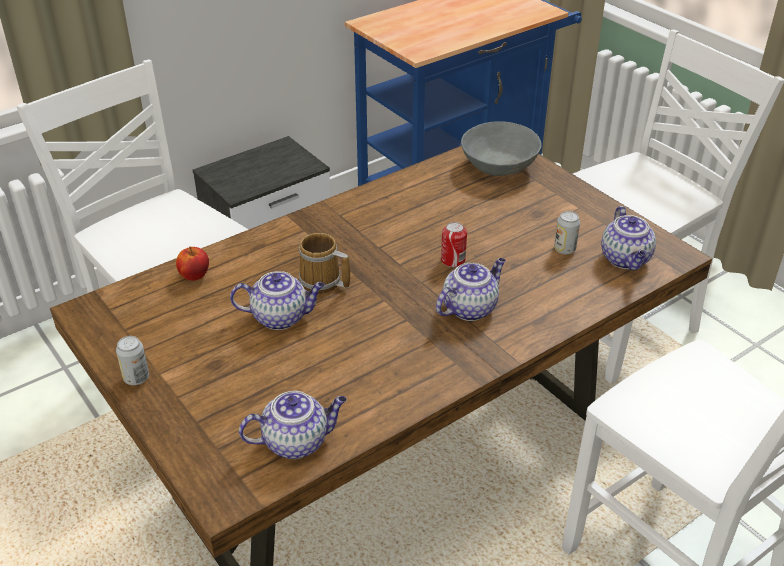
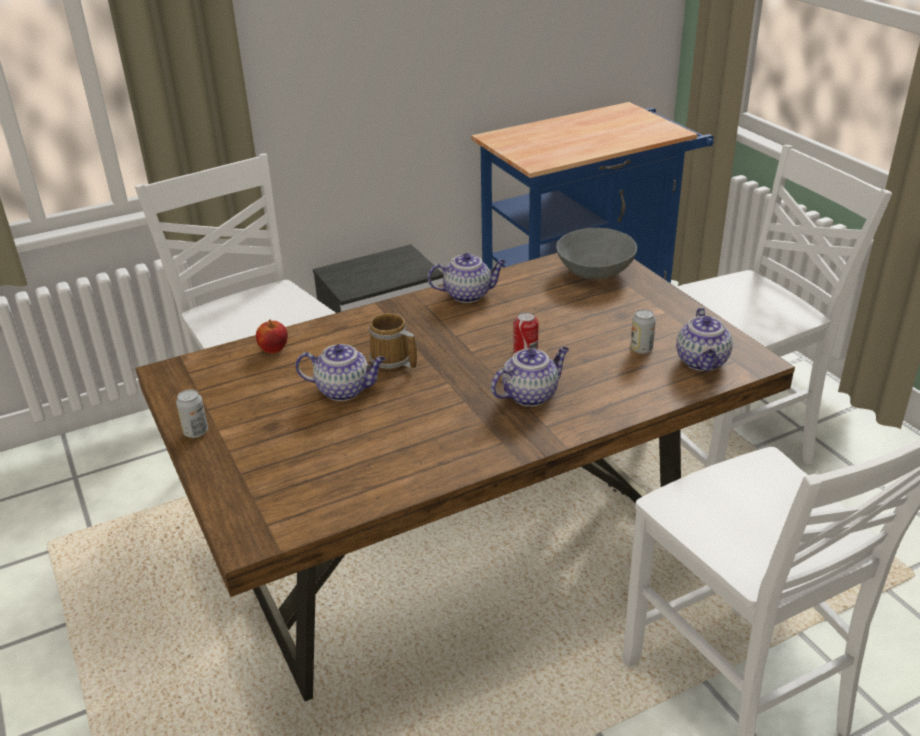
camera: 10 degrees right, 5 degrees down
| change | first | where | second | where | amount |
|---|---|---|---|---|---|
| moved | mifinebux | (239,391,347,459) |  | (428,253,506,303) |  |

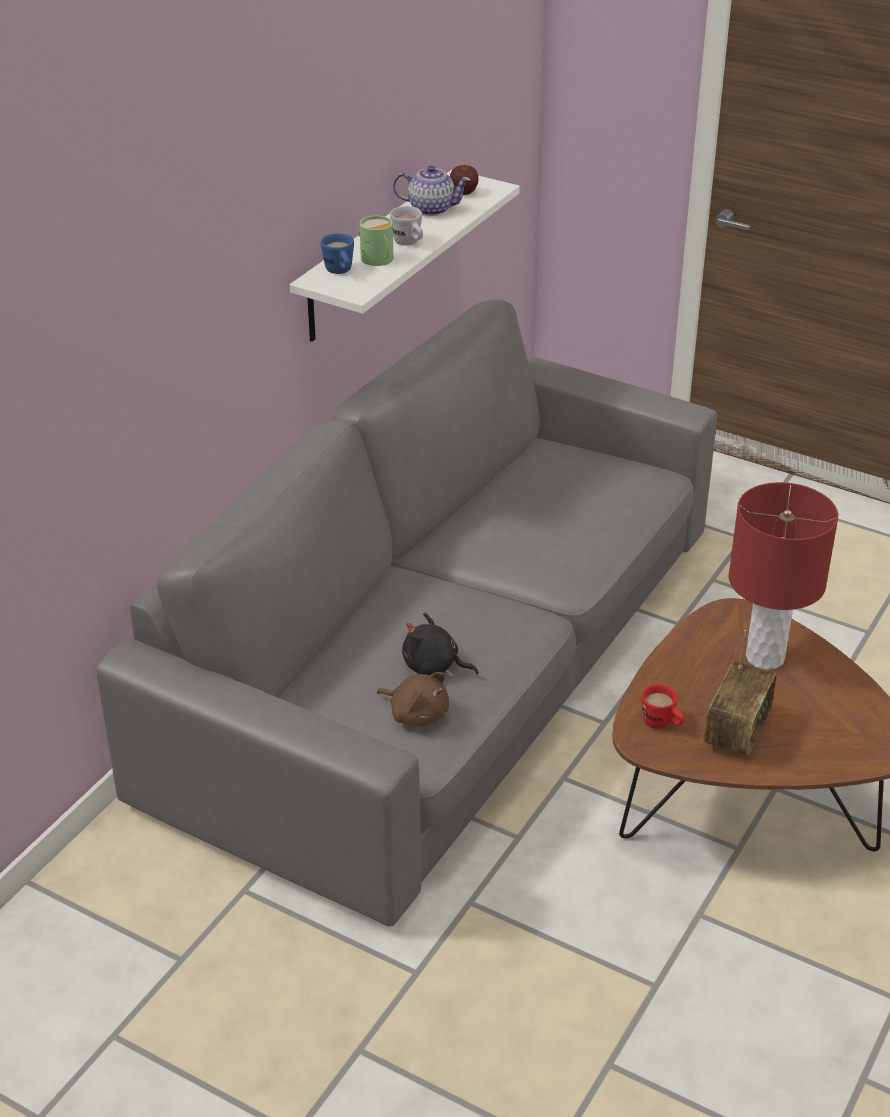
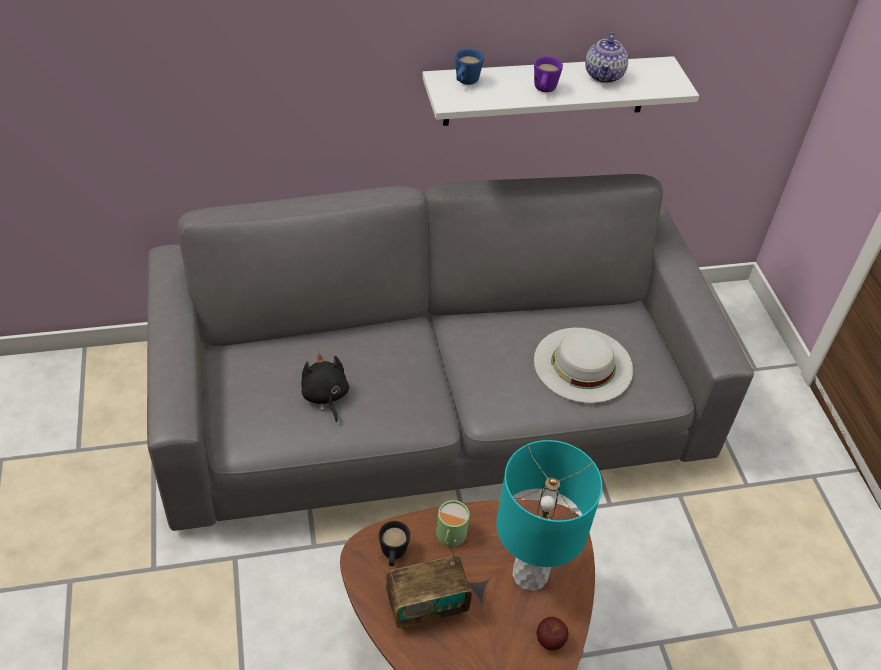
camera: 45 degrees right, 10 degrees up
| change | first | where | second | where | amount |
|---|---|---|---|---|---|
| recoloured | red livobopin | (641,684,685,729) | black livobopin | (379,521,410,566) |  |
| moved | green livobopin | (359,216,393,266) |  | (436,500,469,547) |  |
| recoloured | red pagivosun | (729,482,838,670) | turquoise pagivosun | (496,440,602,591) |  |
| recoloured | white livobopin | (390,206,423,245) | purple livobopin | (534,56,563,92) |  |
| added |  |  | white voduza | (534,328,633,403) |  |
| moved | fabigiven | (450,165,479,195) |  | (536,617,569,651) |  |
| turned | mifinebux | (393,165,471,216) |  | (585,32,628,83) | 45 degrees clockwise |
| removed | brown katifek | (377,672,449,726) |  |  |  |

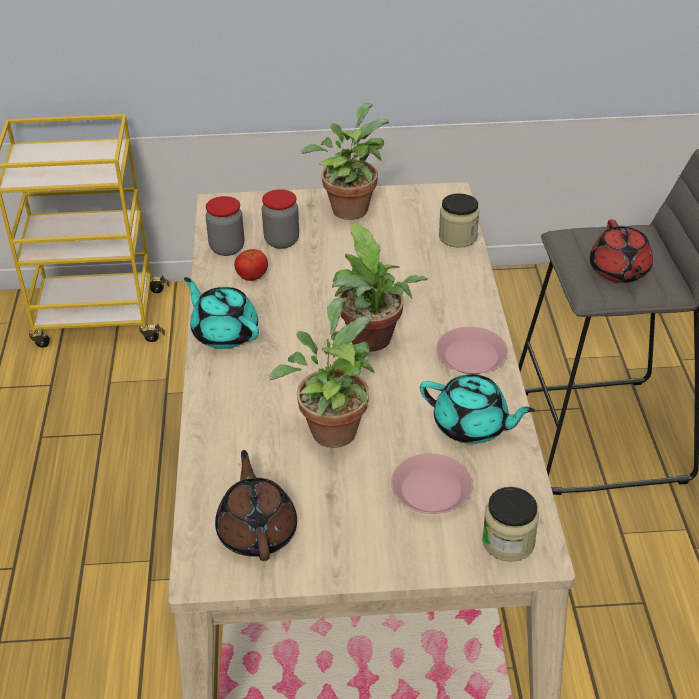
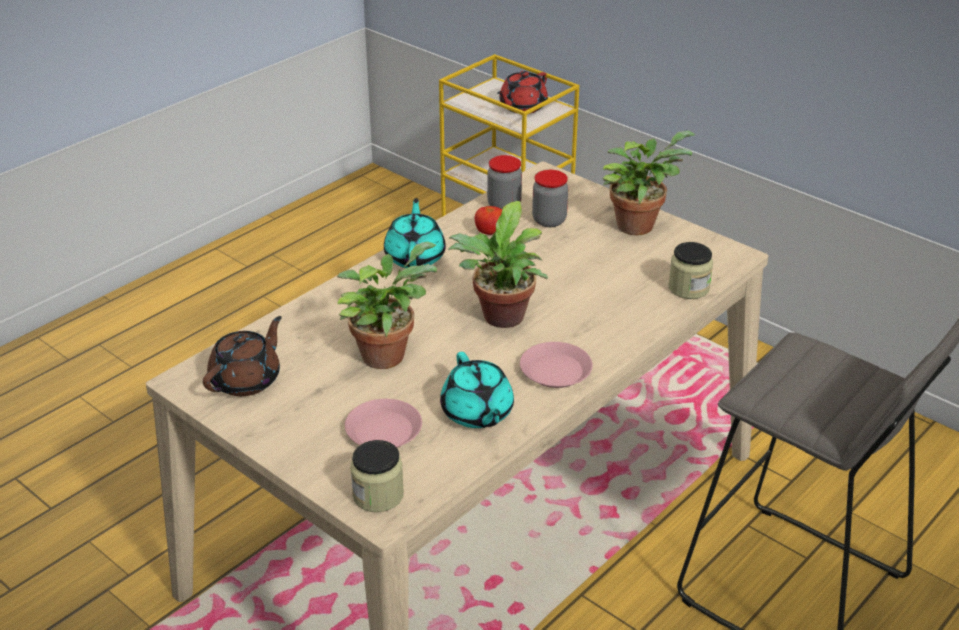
camera: 45 degrees right, 5 degrees down
| change | first | where | second | where | amount |
|---|---|---|---|---|---|
| moved | red mifinebux | (590,219,653,283) |  | (497,71,548,113) |  |

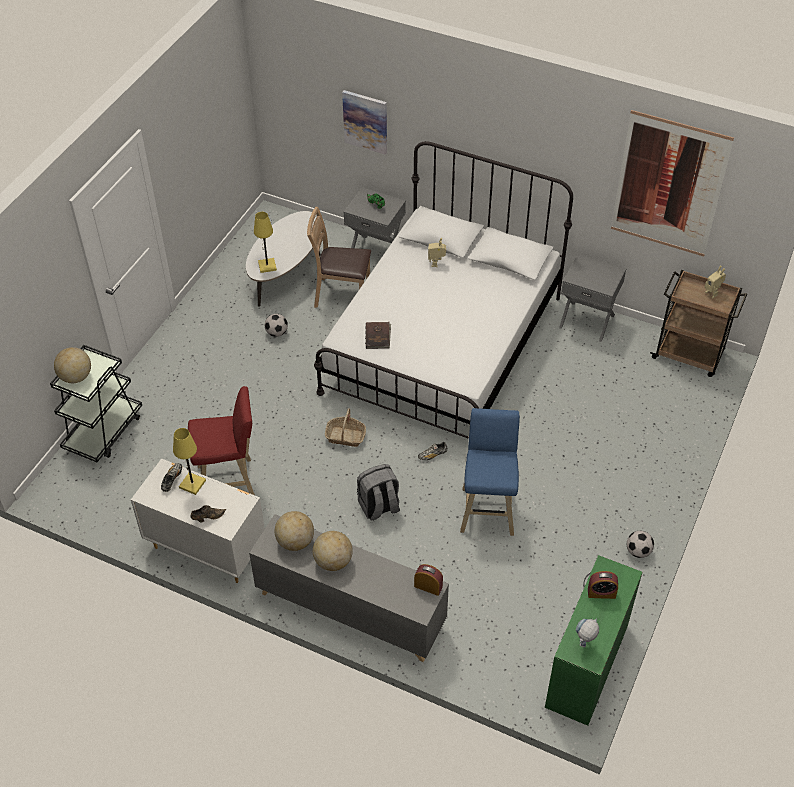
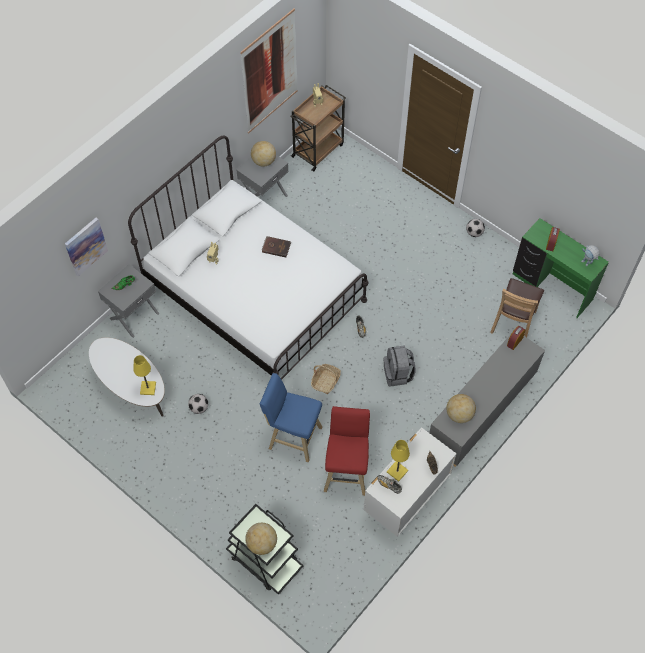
camera: 75 degrees left, 10 degrees up
| change | first | where | second | where | amount |
|---|---|---|---|---|---|
| moved | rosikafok | (313,531,353,571) |  | (251,141,276,167) |  |
| moved | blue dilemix | (460,408,520,536) |  | (260,373,322,463) |  |
| moved | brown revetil | (365,322,391,349) |  | (262,236,291,257) |  |
| moved | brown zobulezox | (307,207,371,308) |  | (490,278,544,337) |  |

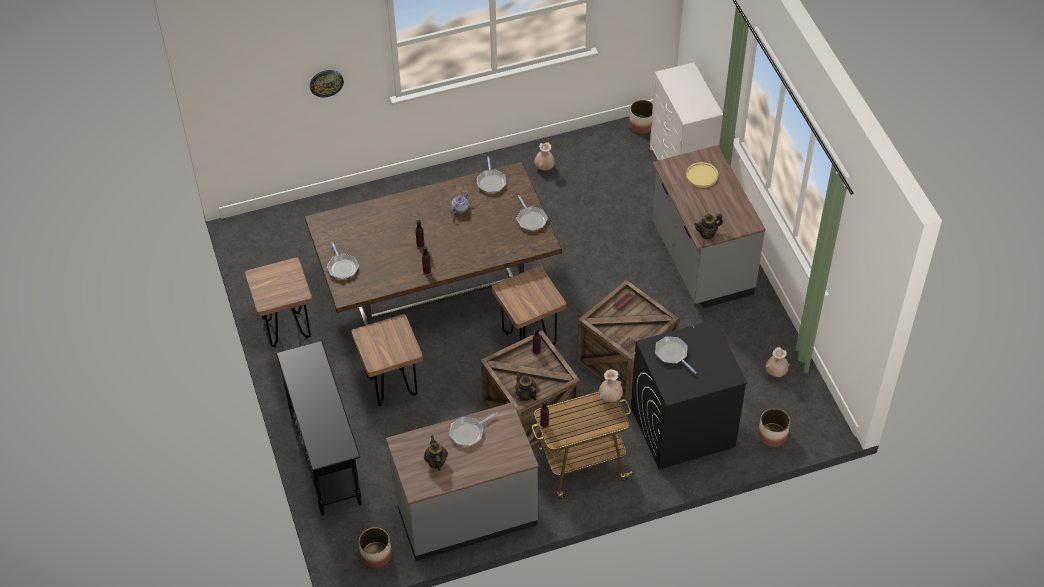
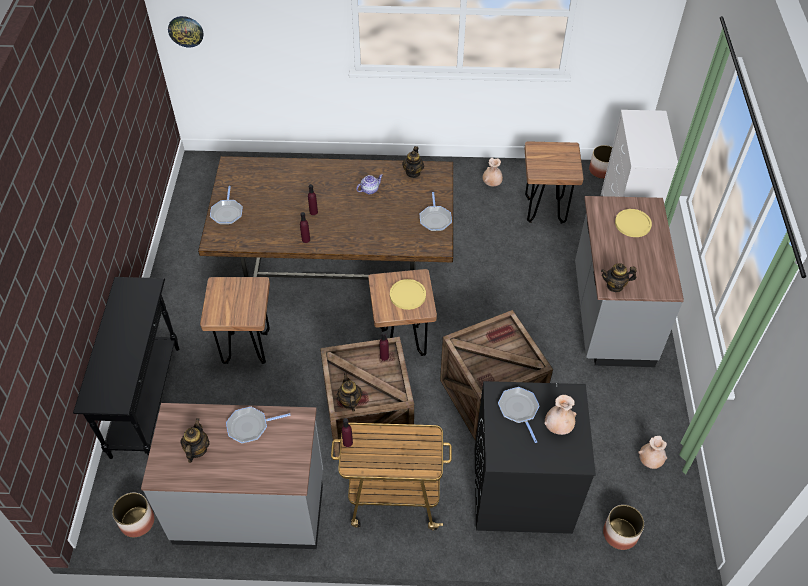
camera: 20 degrees right, 0 degrees up
| change | first | where | second | where | amount |
|---|---|---|---|---|---|
| moved | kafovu | (310,70,344,98) |  | (168,16,204,47) |  |
| added |  |  | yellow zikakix | (390,279,426,310) |  |
| replaced | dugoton | (477,157,506,193) | mifinebux | (402,146,424,178) |  |
| moved | brown dilemix | (245,257,313,347) |  | (524,141,584,224) |  |
| moved | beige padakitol | (599,370,623,402) |  | (544,395,576,435) |  |

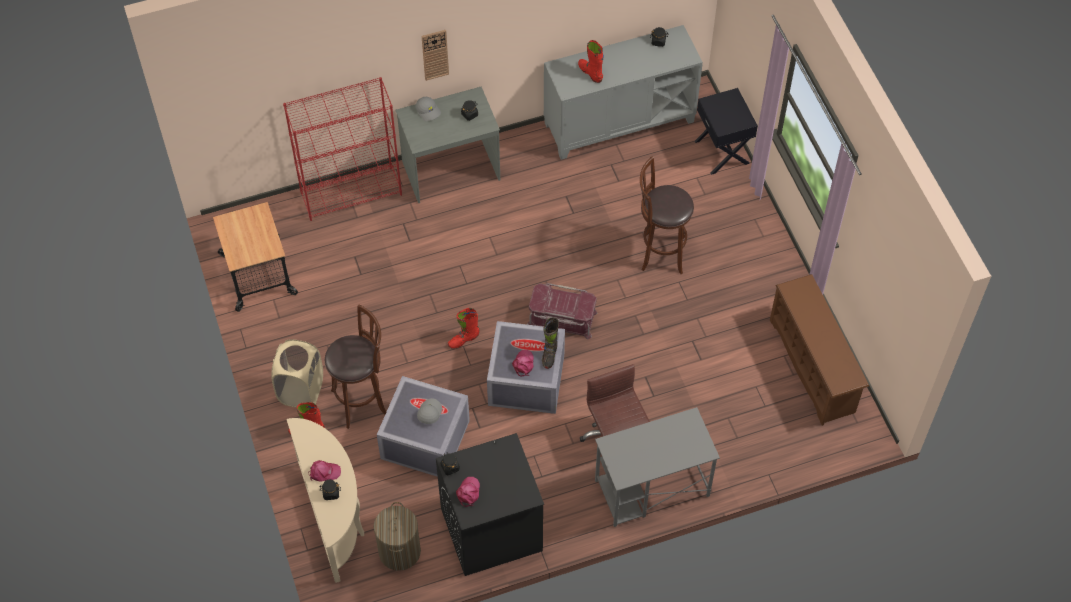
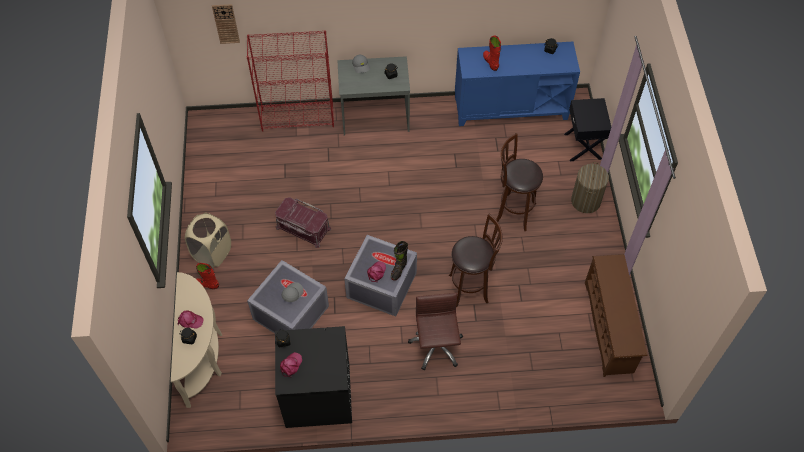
camera: 15 degrees right, 0 degrees up
| change | first | where | second | where | amount |
|---|---|---|---|---|---|
| moved | kafovu | (422,30,449,81) |  | (212,4,240,44) |  |
| moved | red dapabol | (527,283,598,339) |  | (275,197,331,248) |  |
| moved | brown dilemix | (325,304,386,429) |  | (449,214,503,308) |  |
| recoloured | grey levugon | (544,25,703,160) | blue levugon | (455,42,580,126) |  |
| moved | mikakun | (374,502,421,571) |  | (571,162,609,213) |  |
| removed | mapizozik | (213,202,298,312) |  |  |  |
| removed | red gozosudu | (448,308,479,349) |  |  |  |
| removed | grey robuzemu | (595,407,720,527) |  |  |  |

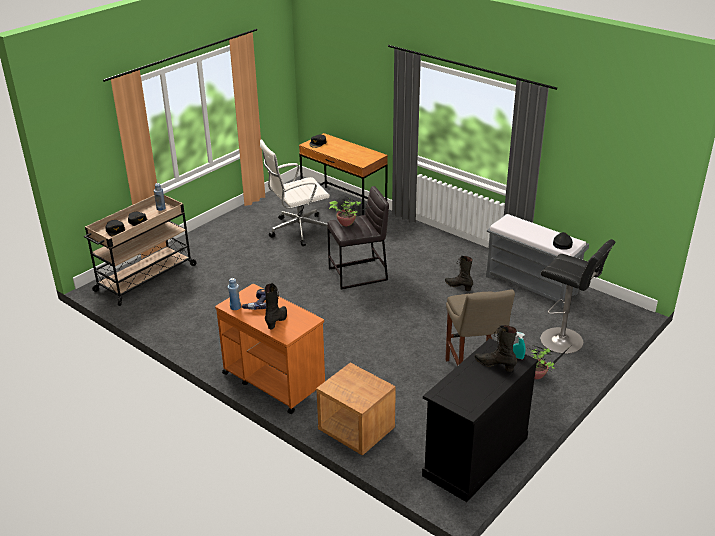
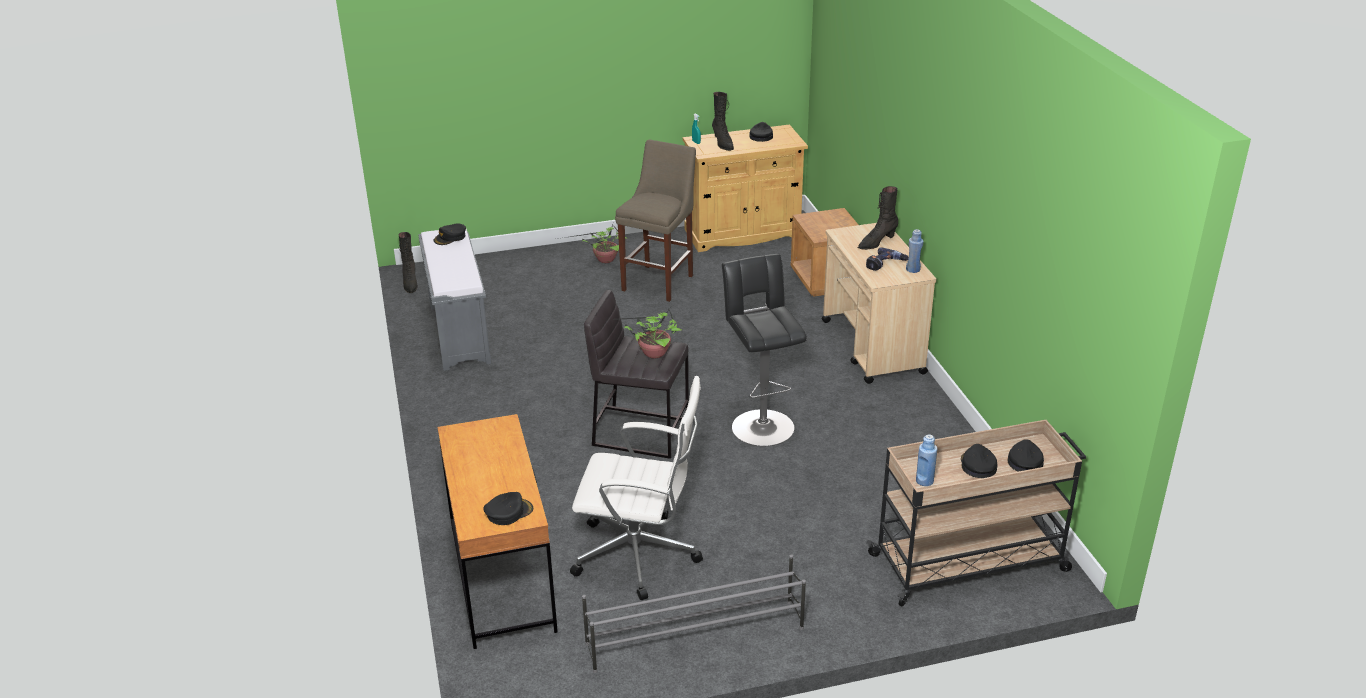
camera: 145 degrees left, 0 degrees up
| change | first | where | second | where | amount |
|---|---|---|---|---|---|
| moved | black gozosudu | (445,256,473,291) |  | (399,232,418,293) |  |
| added |  |  | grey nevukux | (582,554,806,673) |  |
| recoloured | black levugon | (422,338,538,502) | beige levugon | (683,125,808,252) |  |
| moved | black dilemix | (540,239,616,354) |  | (722,254,807,446) |  |
| added |  |  | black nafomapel | (749,122,773,142) |  |
| recoloured | orange mapizozik | (215,284,325,414) | beige mapizozik | (822,223,936,384) |  |

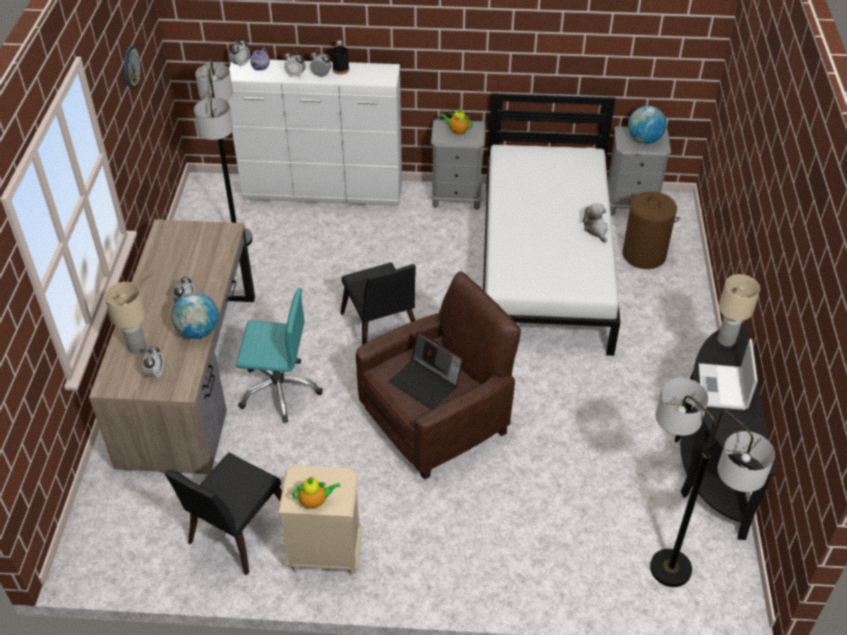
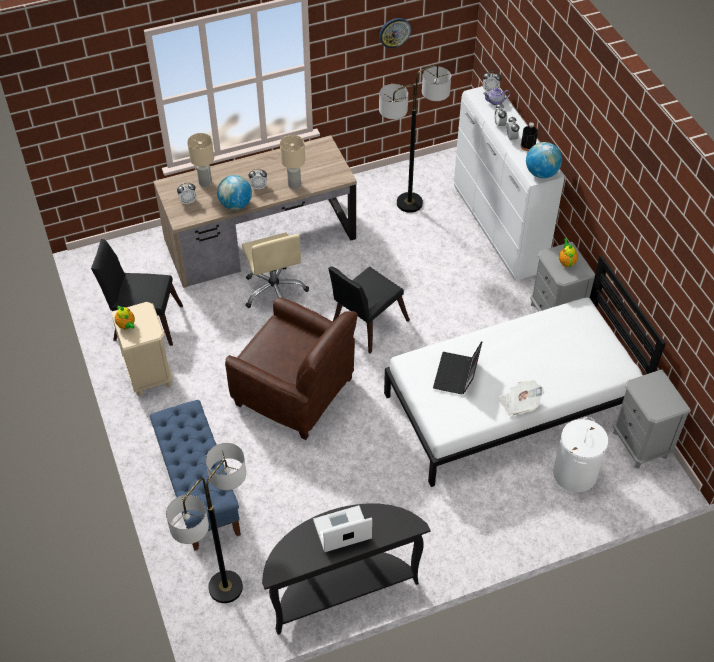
camera: 65 degrees right, 5 degrees up
| change | first | where | second | where | amount |
|---|---|---|---|---|---|
| added |  |  | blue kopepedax | (150,400,241,551) |  |
| recoloured | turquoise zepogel | (236,288,323,423) | beige zepogel | (242,232,309,308) |  |
| moved | beige pagivosun | (718,274,760,347) |  | (280,135,305,189) |  |
| moved | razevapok | (389,331,463,410) |  | (433,341,482,394) |  |
| replaced | katifek | (582,203,608,243) | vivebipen | (499,380,544,416) |  |
| moved | rosikafok | (628,106,667,144) |  | (526,142,562,178) |  |
| recoloured | brown mikakun | (622,191,680,269) | white mikakun | (553,417,608,492) |  |

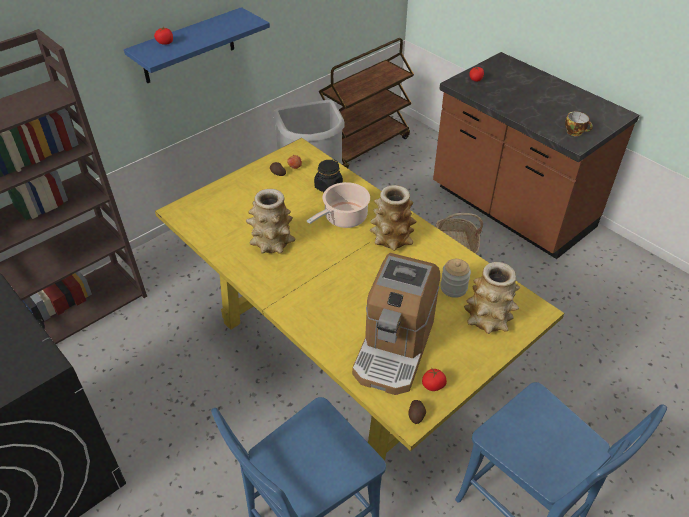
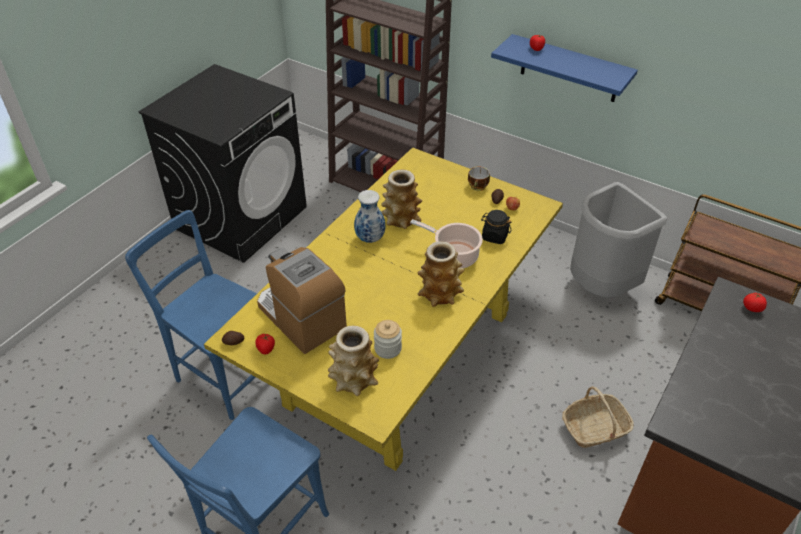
camera: 75 degrees right, 0 degrees up
| change | first | where | second | where | amount |
|---|---|---|---|---|---|
| turned | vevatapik | (352,253,440,395) |  | (257,247,347,354) | 45 degrees clockwise |
| added |  |  | padakitol | (354,190,385,243) |  |
| moved | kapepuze | (565,111,593,136) |  | (468,167,490,191) |  |

